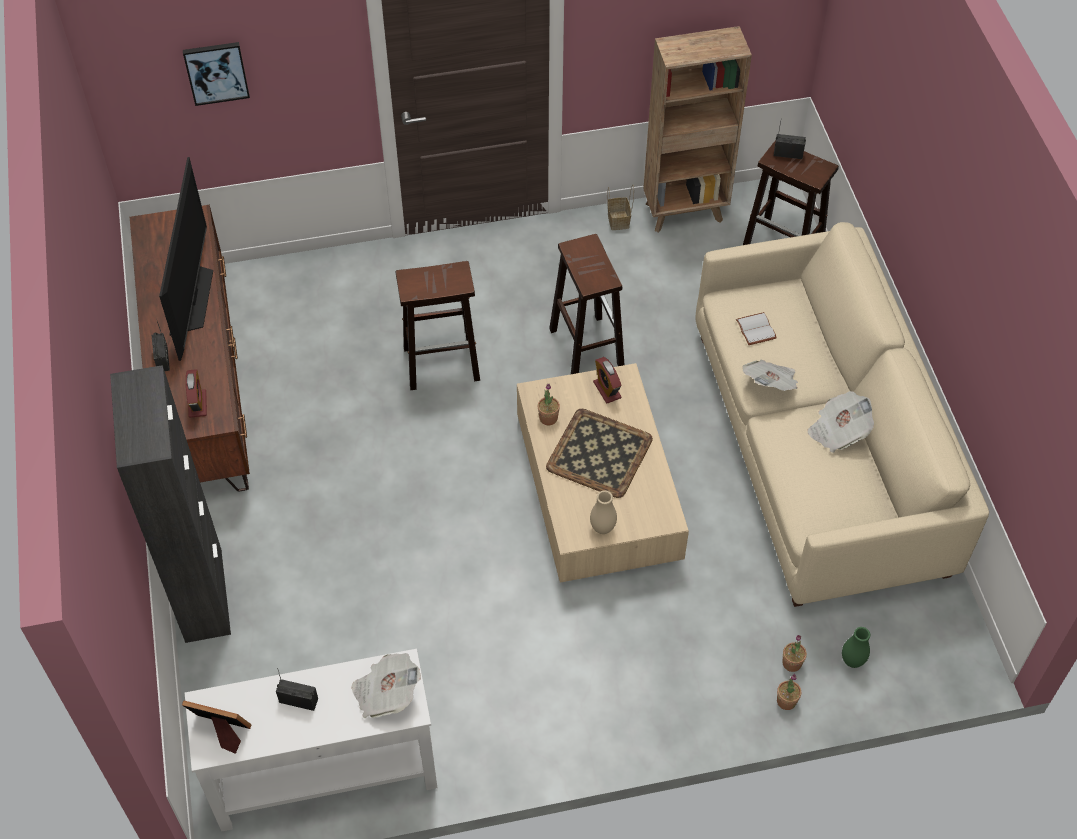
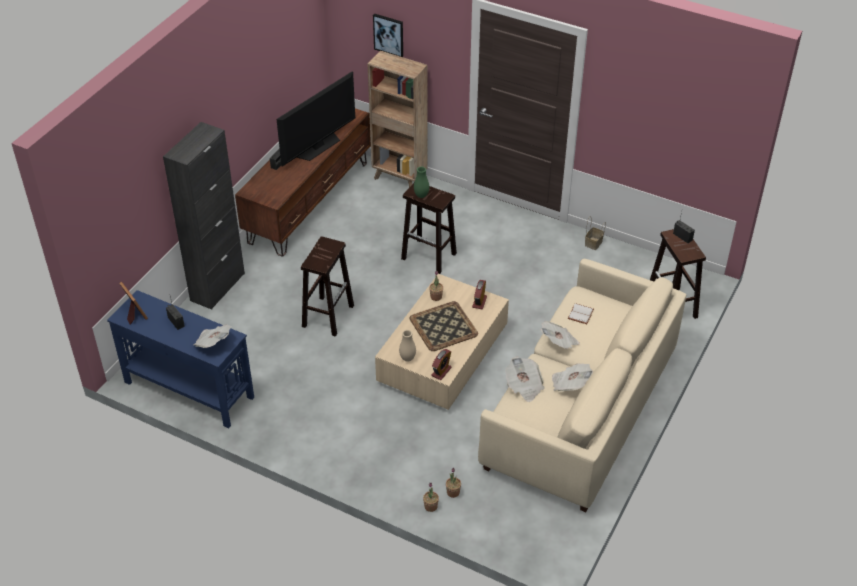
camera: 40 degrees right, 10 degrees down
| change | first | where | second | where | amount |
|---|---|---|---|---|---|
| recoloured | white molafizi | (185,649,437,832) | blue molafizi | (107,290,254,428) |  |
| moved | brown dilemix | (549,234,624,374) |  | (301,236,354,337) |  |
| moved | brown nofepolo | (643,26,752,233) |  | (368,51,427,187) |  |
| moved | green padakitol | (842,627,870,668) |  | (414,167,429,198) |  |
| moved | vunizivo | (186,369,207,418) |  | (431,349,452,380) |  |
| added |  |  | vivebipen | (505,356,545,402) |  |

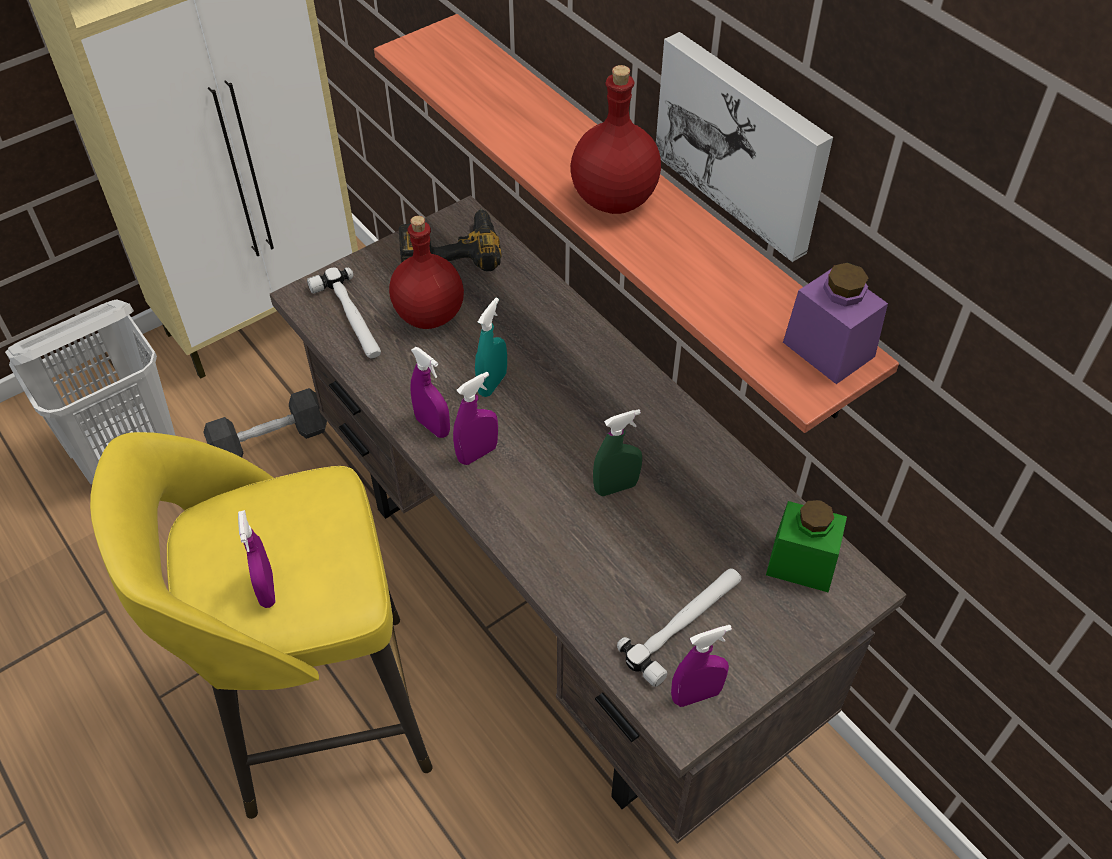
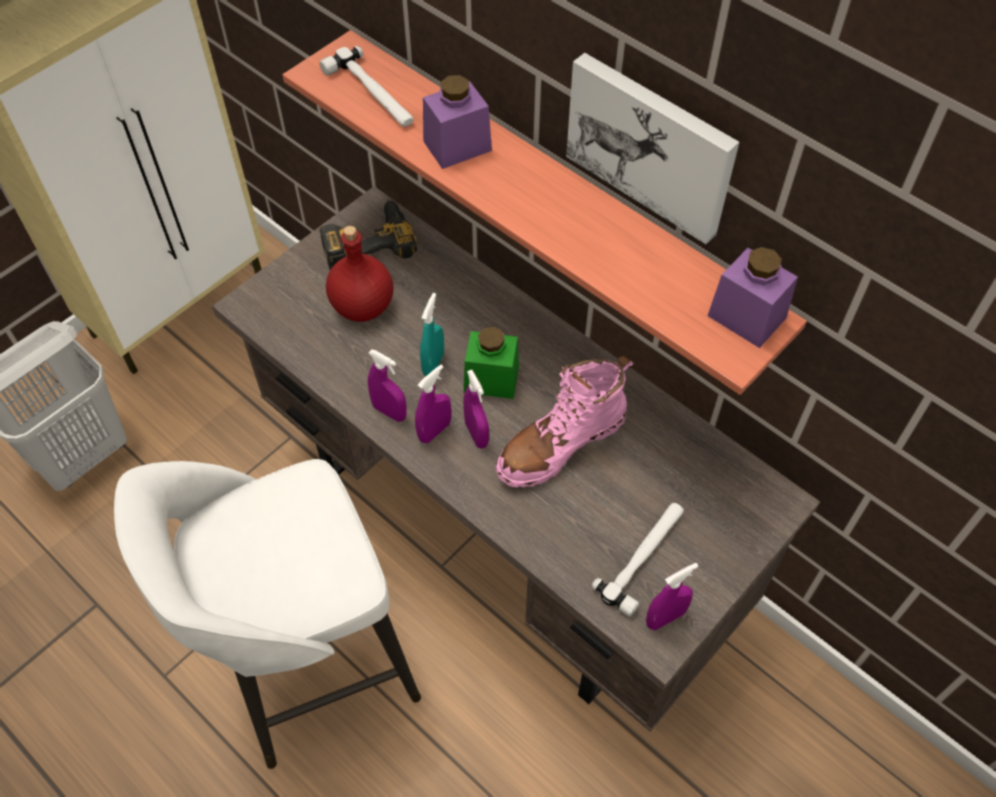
camera: 10 degrees left, 5 degrees up
| change | first | where | second | where | amount |
|---|---|---|---|---|---|
| recoloured | yellow dilemix | (90,432,433,819) | white dilemix | (114,459,421,769) |  |
| moved | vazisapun | (307,267,381,359) |  | (320,46,414,127) |  |
| added |  |  | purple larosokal | (423,75,492,169) |  |
| moved | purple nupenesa | (238,510,275,608) |  | (463,370,489,449) |  |
| moved | green larosokal | (766,500,847,592) |  | (464,327,519,399) |  |
| replaced | green nupenesa | (593,409,642,496) | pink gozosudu | (496,356,633,488) |  |
| removed | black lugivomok | (203,388,327,457) |  |  |  |
| removed | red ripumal | (571,65,661,214) |  |  |  |

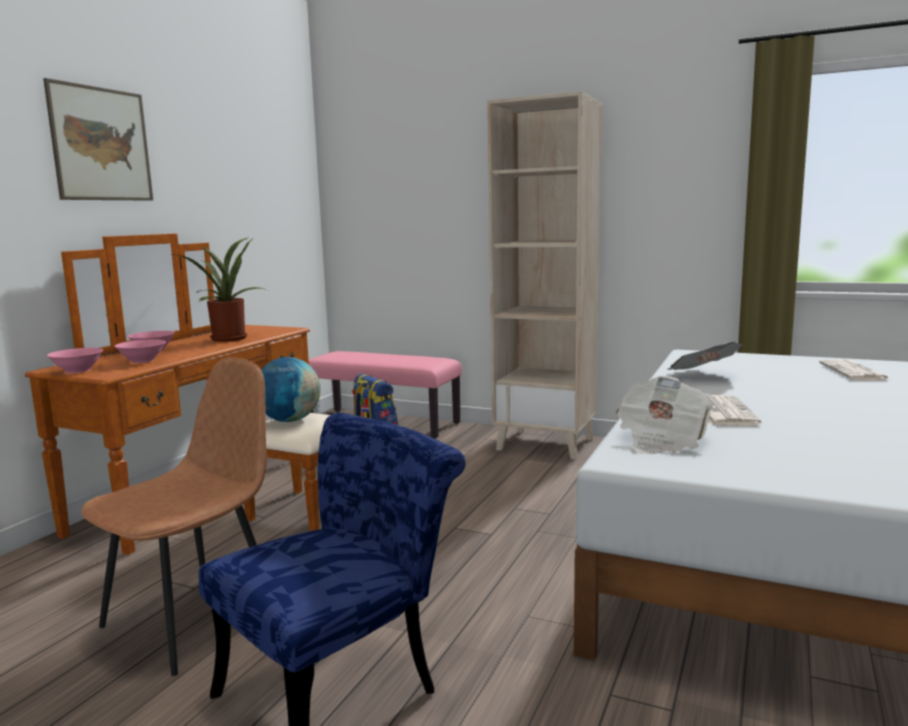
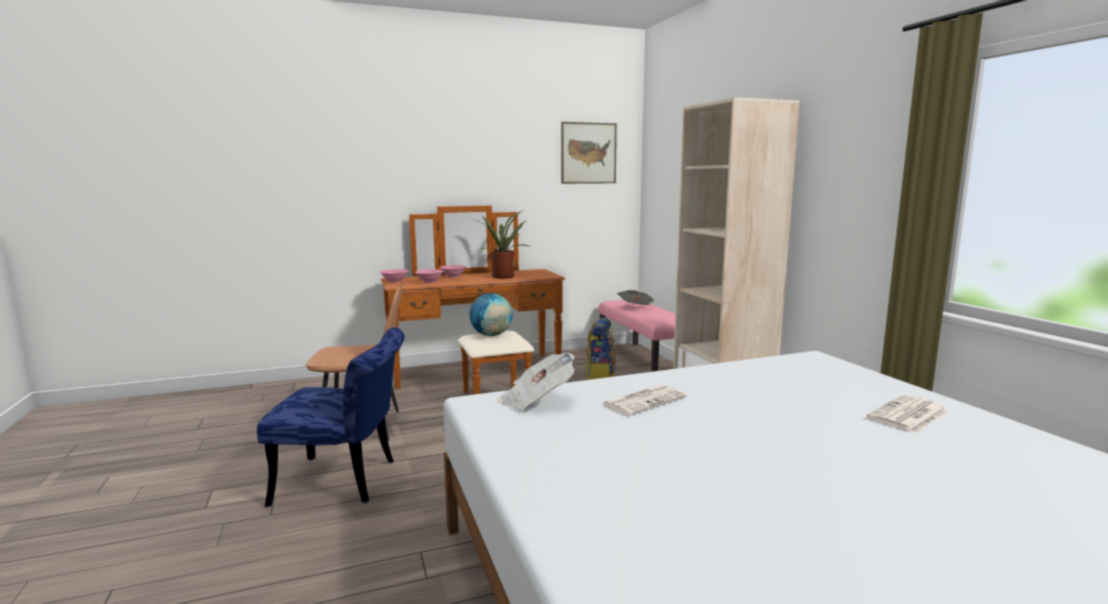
camera: 45 degrees right, 0 degrees up
| change | first | where | second | where | amount |
|---|---|---|---|---|---|
| moved | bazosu | (43,78,153,201) |  | (561,122,617,184) |  |
| moved | vivebipen | (668,342,742,370) |  | (617,290,654,305) |  |

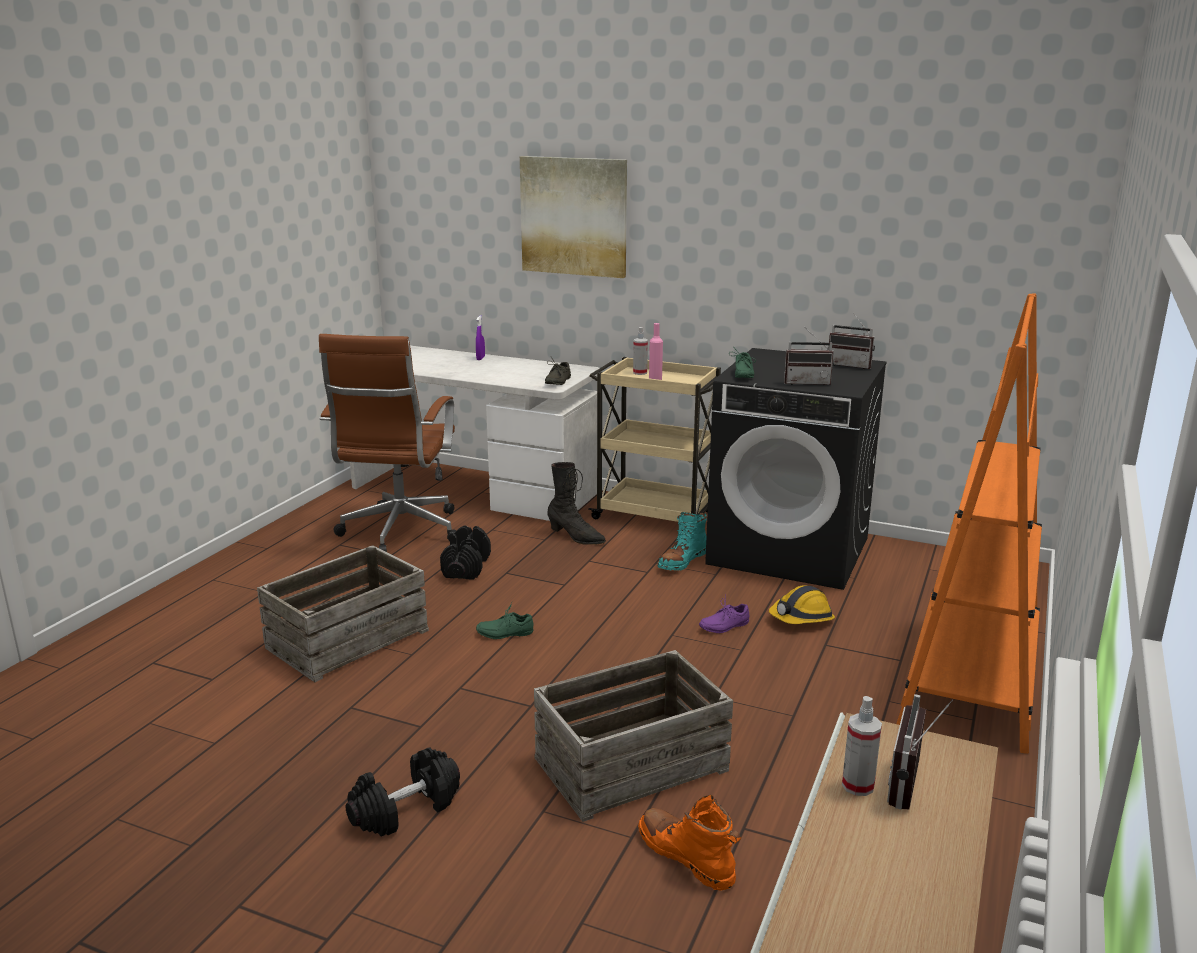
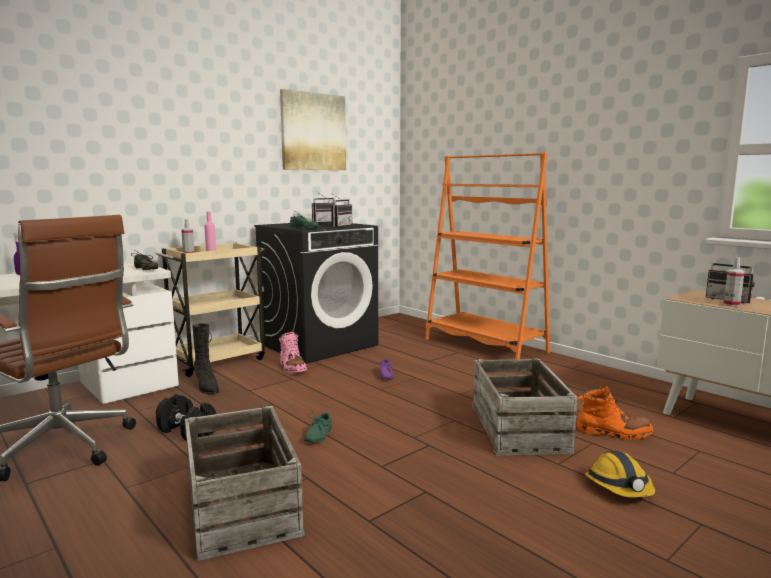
camera: 65 degrees left, 10 degrees down
| change | first | where | second | where | amount |
|---|---|---|---|---|---|
| turned | black gozosudu | (547,462,606,545) |  | (192,323,219,395) | 90 degrees clockwise |
| recoloured | turquoise gozosudu | (658,512,707,571) | pink gozosudu | (279,332,307,374) |  |
| moved | bazosu | (520,156,627,278) |  | (280,89,346,170) |  |
| turned | orange gozosudu | (638,795,741,891) |  | (577,386,654,440) | 150 degrees counterclockwise |
| moved | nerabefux | (769,586,835,624) |  | (585,451,655,498) |  |
| removed | black lugivomok | (346,748,460,836) |  |  |  |

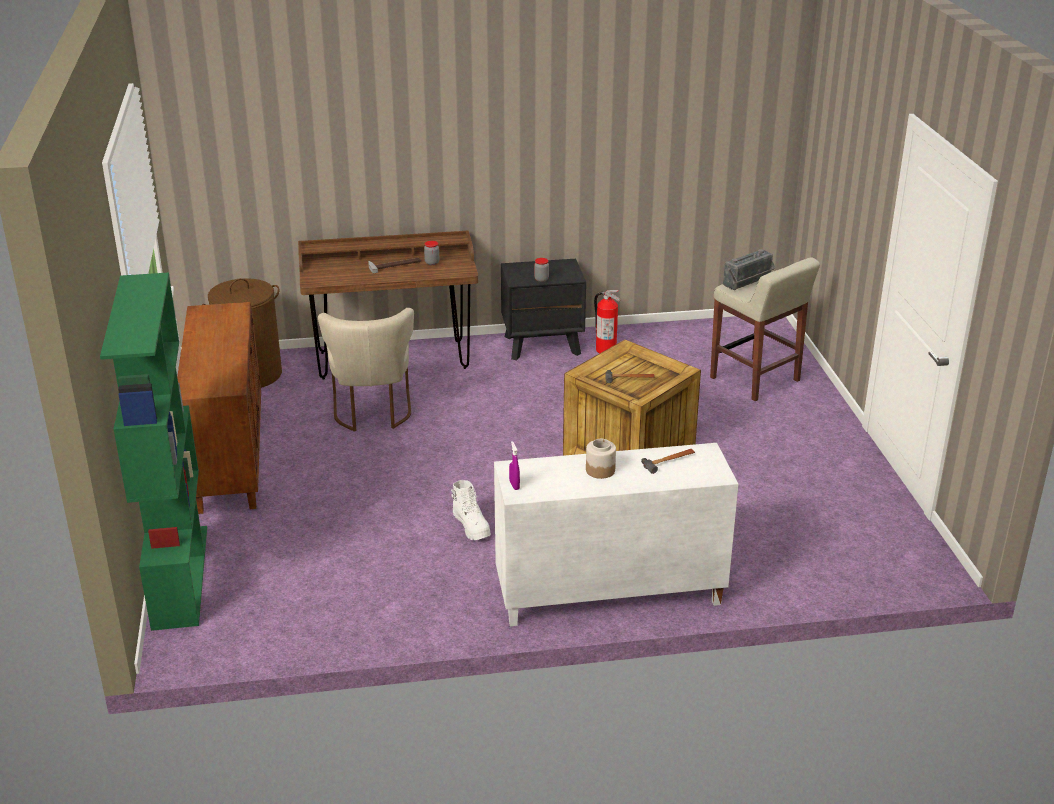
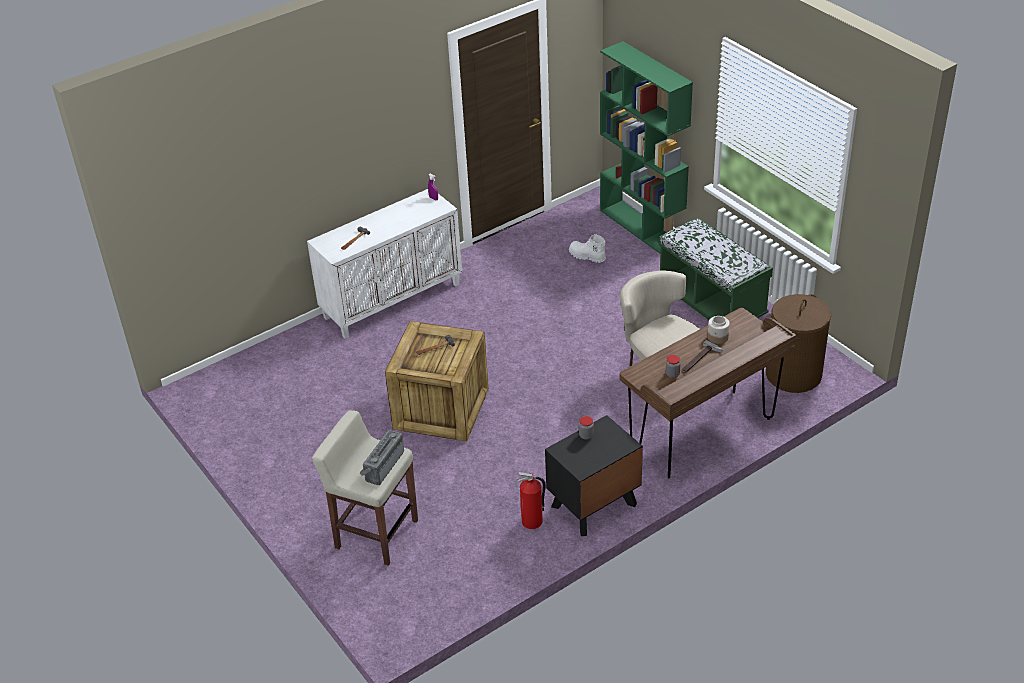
camera: 155 degrees right, 10 degrees up
| change | first | where | second | where | amount |
|---|---|---|---|---|---|
| moved | white gozosudu | (451,480,491,540) |  | (569,234,606,263) |  |
| replaced | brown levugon | (177,302,261,514) | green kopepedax | (659,217,773,320) |  |
| moved | larosokal | (586,439,616,479) |  | (708,316,730,344) |  |

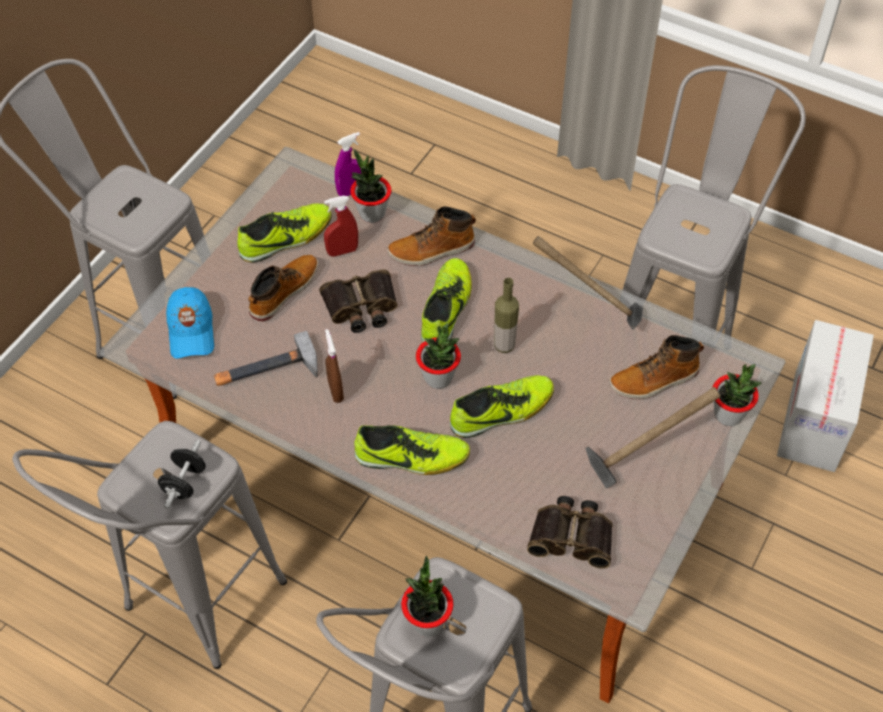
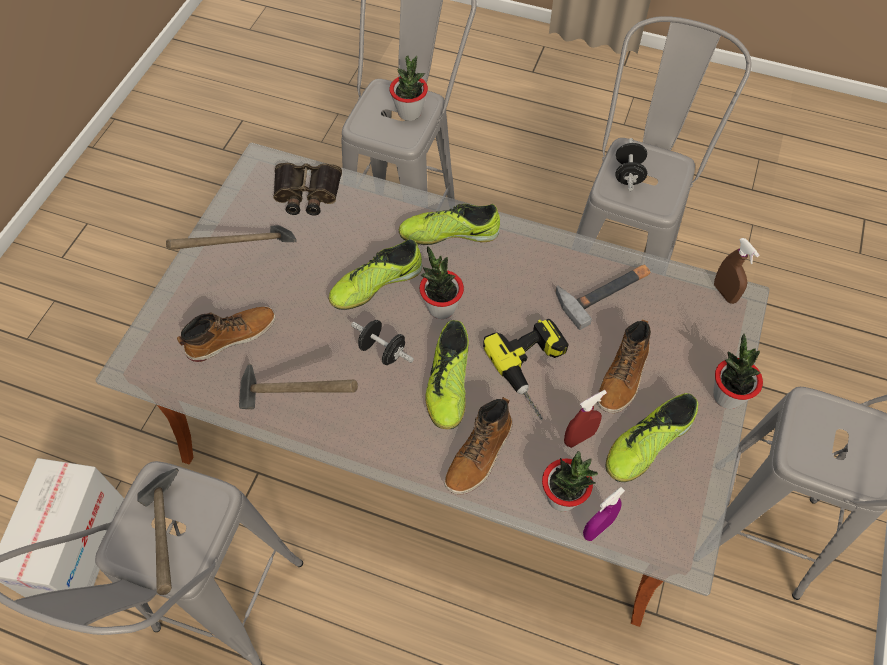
camera: 170 degrees right, 5 degrees up
| change | first | where | second | where | amount |
|---|---|---|---|---|---|
| added |  |  | vazisapun | (137,468,179,595) |  |
| replaced | ripumal | (494,278,519,353) | black lugivomok | (351,320,414,365) |  |
| turned | gozosudu | (387,206,476,266) |  | (444,397,512,495) | 150 degrees clockwise |
| replaced | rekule | (319,269,397,333) | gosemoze | (483,319,569,420) |  |
| moved | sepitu | (712,364,762,426) |  | (713,334,763,409) |  |
| moved | brown nupenesa | (325,329,344,403) |  | (714,238,759,304) |  |
| removed | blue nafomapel | (166,287,214,359) |  |  |  |

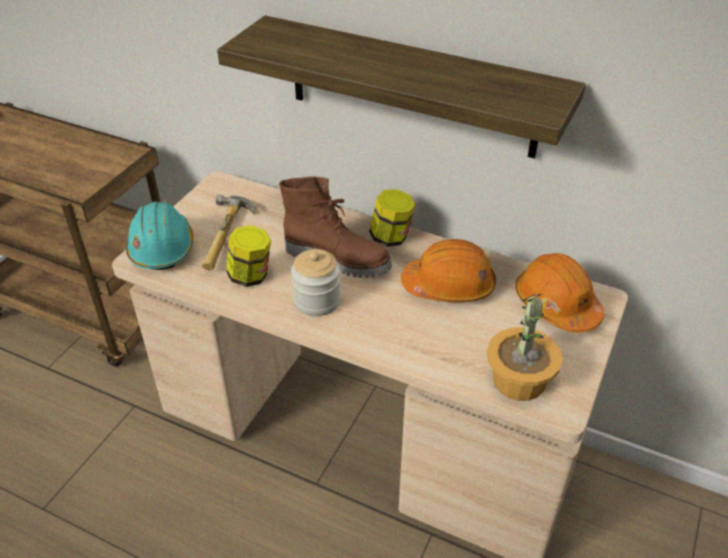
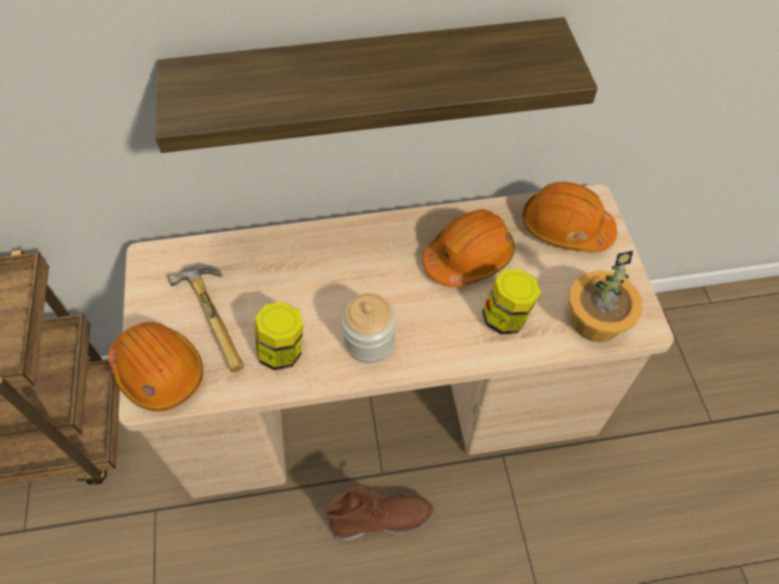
camera: 35 degrees left, 15 degrees up
| change | first | where | second | where | amount |
|---|---|---|---|---|---|
| recoloured | turquoise nerabefux | (125,202,194,270) | orange nerabefux | (108,322,203,412) |  |
| moved | brown gozosudu | (279,177,392,278) |  | (325,486,434,541) |  |
| moved | larosokal | (369,189,416,247) |  | (482,269,541,334) |  |

